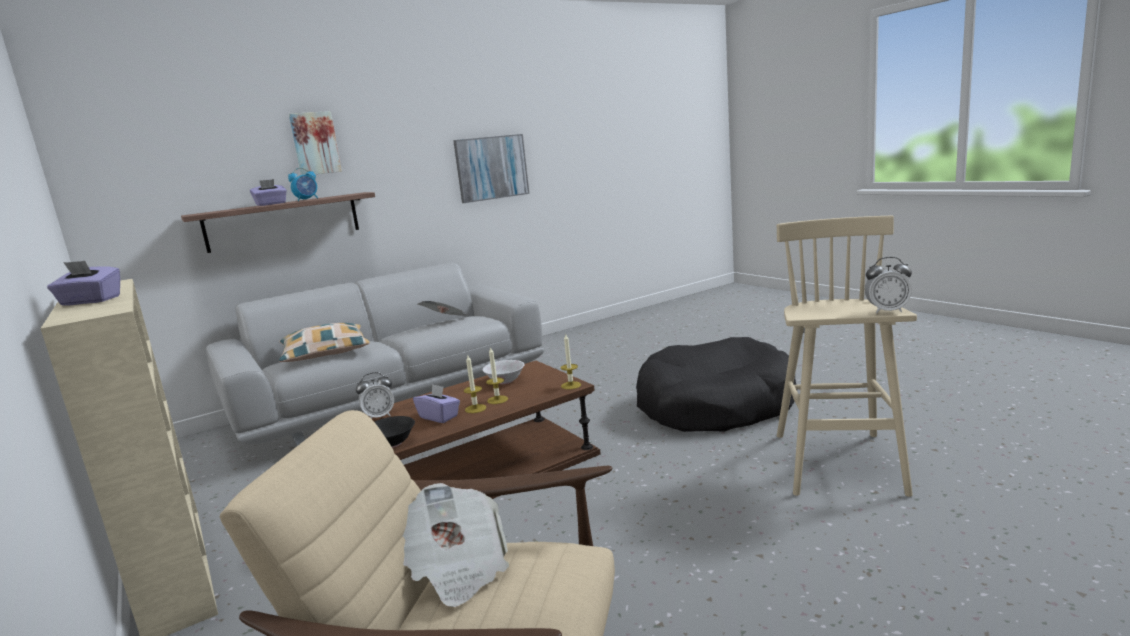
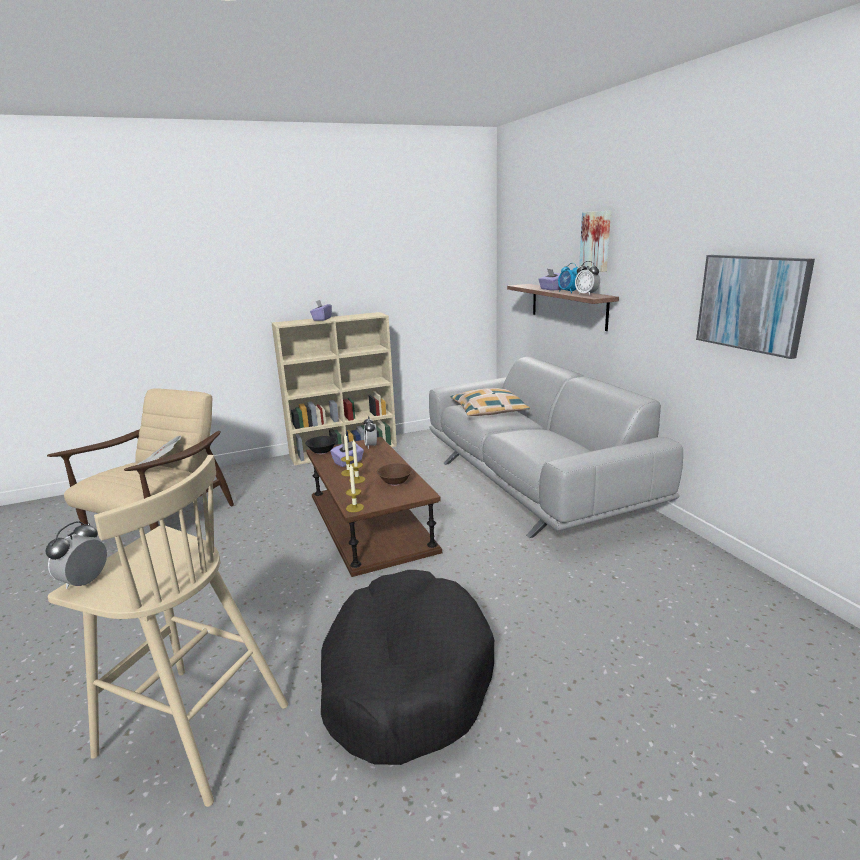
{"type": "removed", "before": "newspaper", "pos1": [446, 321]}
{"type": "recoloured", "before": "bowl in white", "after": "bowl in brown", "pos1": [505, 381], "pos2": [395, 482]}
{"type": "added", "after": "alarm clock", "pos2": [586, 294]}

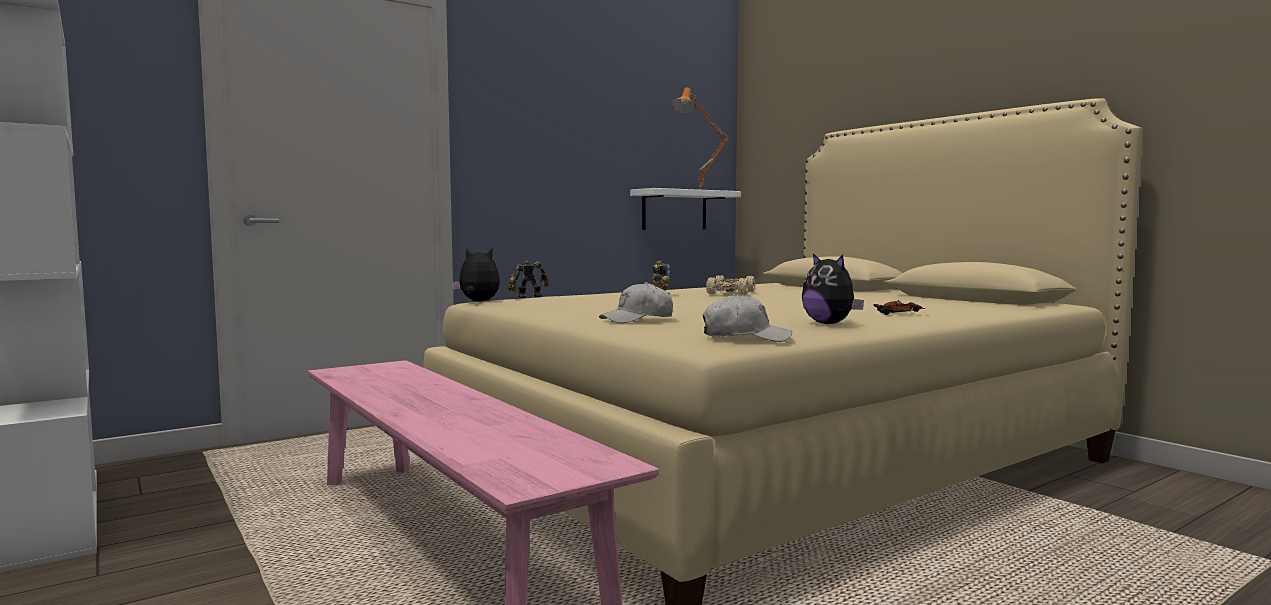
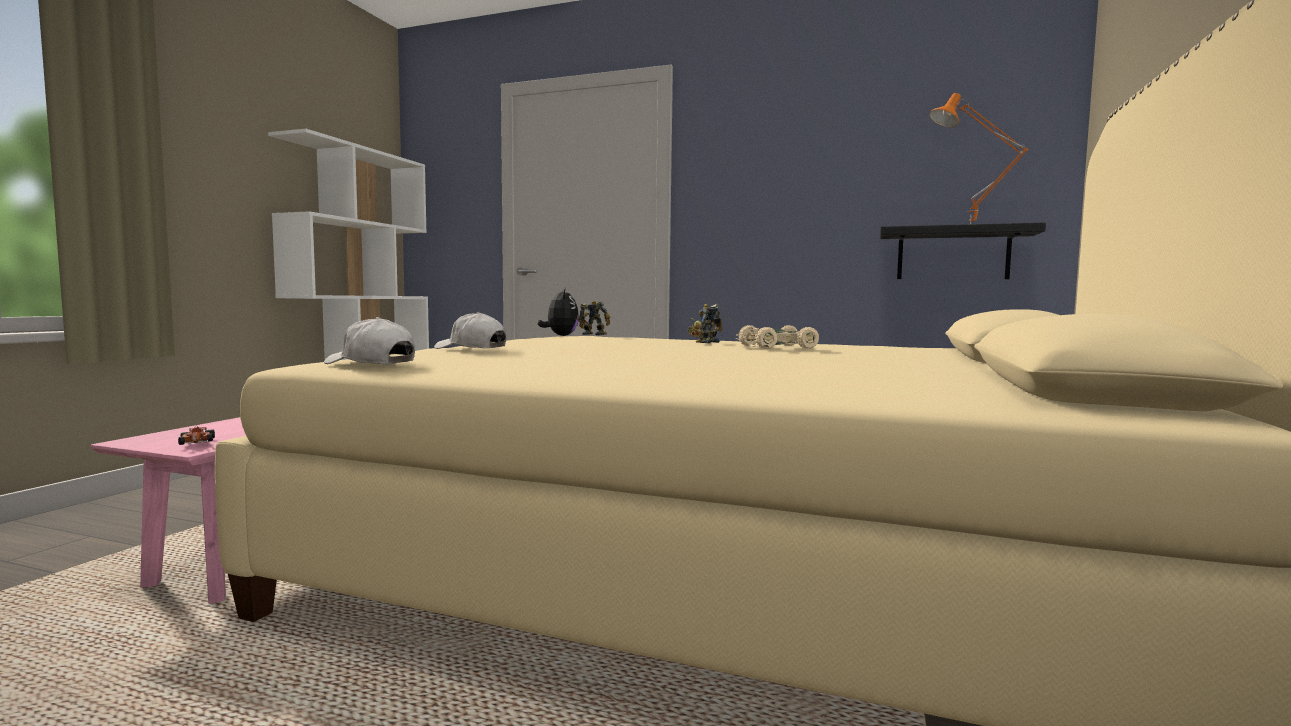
{"type": "recoloured", "before": "shelf in white", "after": "shelf in black", "pos1": [674, 210], "pos2": [953, 254]}
{"type": "removed", "before": "plush toy", "pos1": [829, 324]}
{"type": "turned", "before": "cap in white", "pos1": [745, 337], "pos2": [371, 364], "turn": 150}
{"type": "moved", "before": "toy car", "pos1": [899, 313], "pos2": [196, 444]}

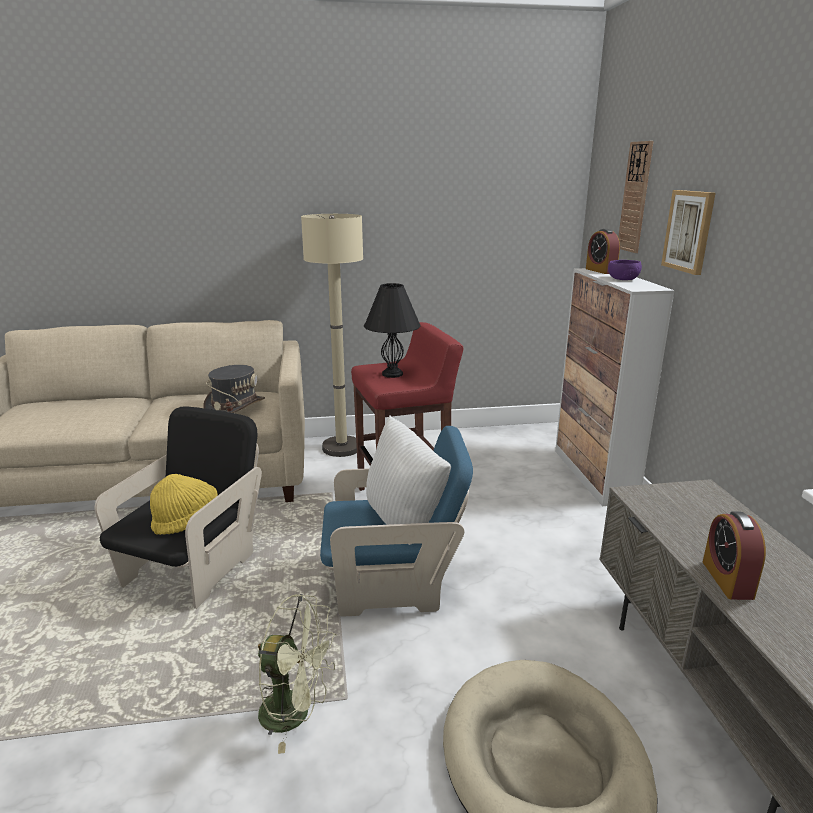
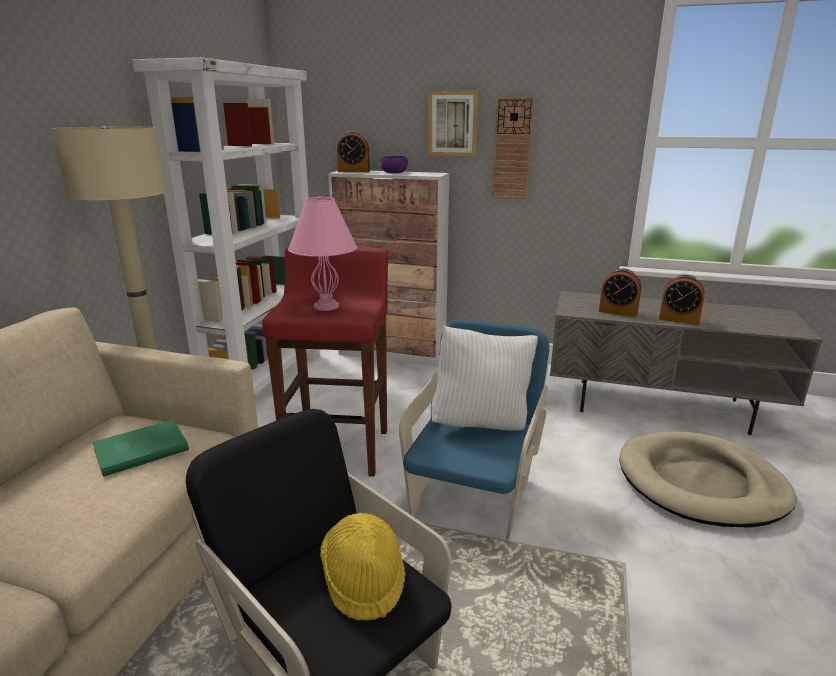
{"type": "moved", "before": "wall clock", "pos1": [635, 197], "pos2": [512, 149]}
{"type": "recoloured", "before": "table lamp in black", "after": "table lamp in pink", "pos1": [393, 374], "pos2": [327, 306]}
{"type": "replaced", "before": "hat in grey", "after": "book in green", "pos1": [235, 406], "pos2": [139, 449]}
{"type": "removed", "before": "fan in green", "pos1": [296, 713]}
{"type": "added", "after": "bookcase in white", "pos2": [265, 380]}
{"type": "added", "after": "alarm clock", "pos2": [618, 312]}

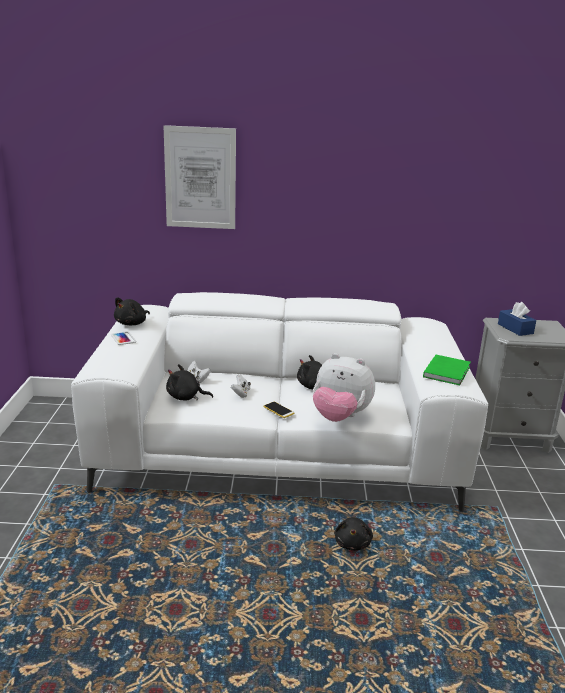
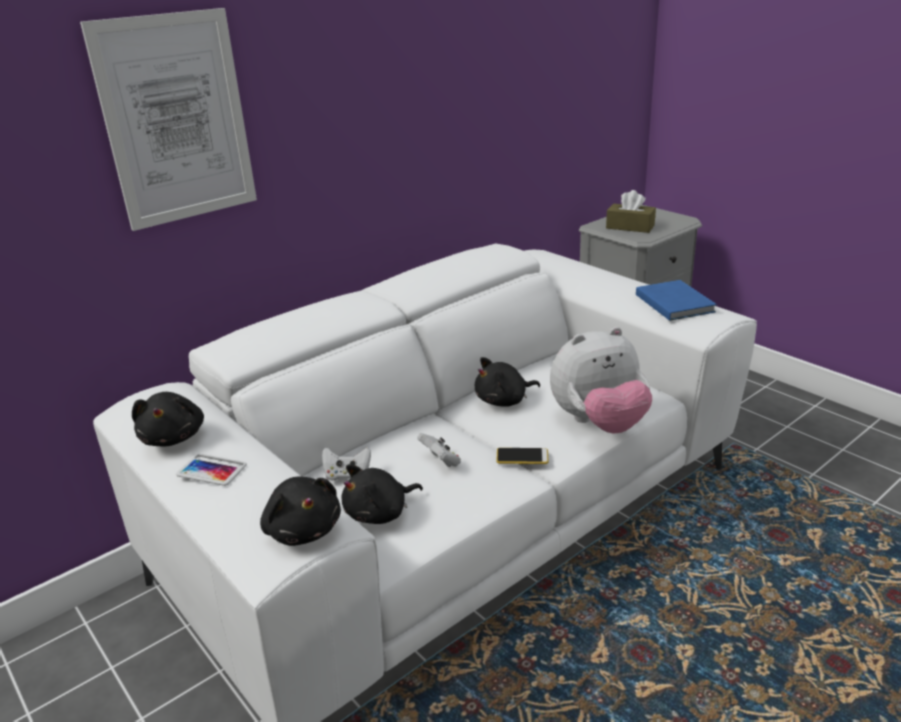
{"type": "recoloured", "before": "tissue box in blue", "after": "tissue box in brown", "pos1": [515, 329], "pos2": [630, 227]}
{"type": "recoloured", "before": "book in green", "after": "book in blue", "pos1": [448, 371], "pos2": [674, 302]}
{"type": "moved", "before": "plush toy in black", "pos1": [352, 543], "pos2": [303, 529]}

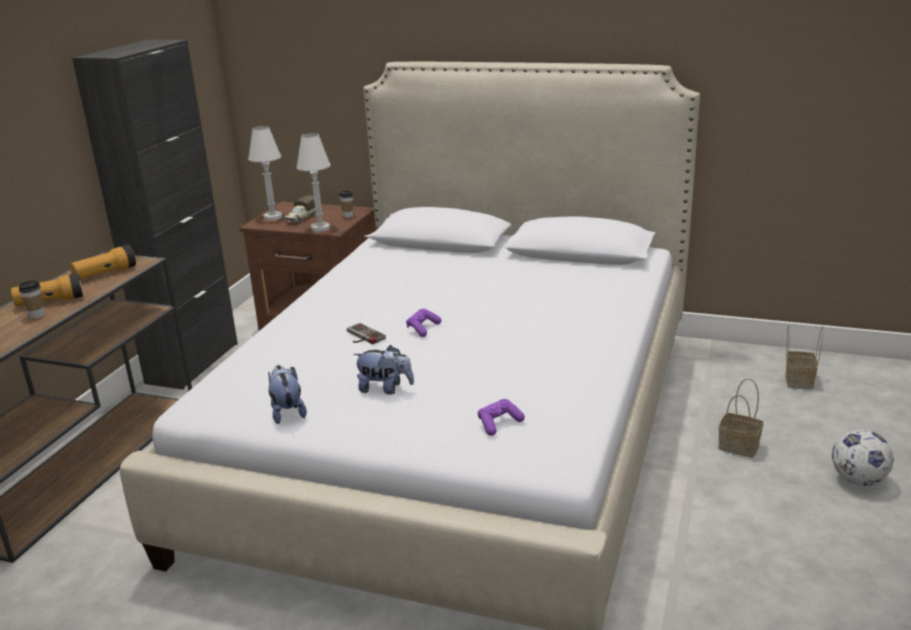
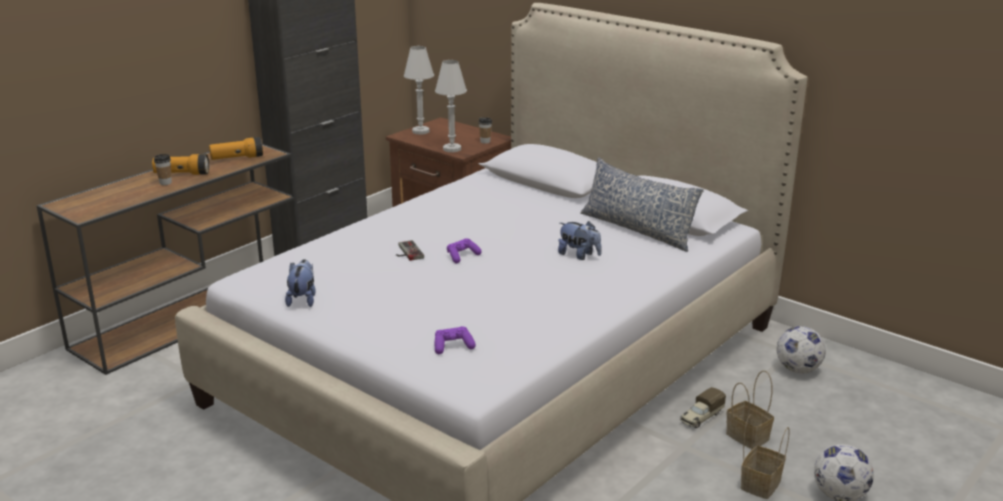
{"type": "moved", "before": "toy truck", "pos1": [301, 218], "pos2": [701, 417]}
{"type": "moved", "before": "basket", "pos1": [798, 380], "pos2": [760, 483]}
{"type": "moved", "before": "plush toy", "pos1": [385, 389], "pos2": [579, 255]}
{"type": "added", "after": "pillow", "pos2": [637, 229]}
{"type": "added", "after": "football", "pos2": [798, 369]}

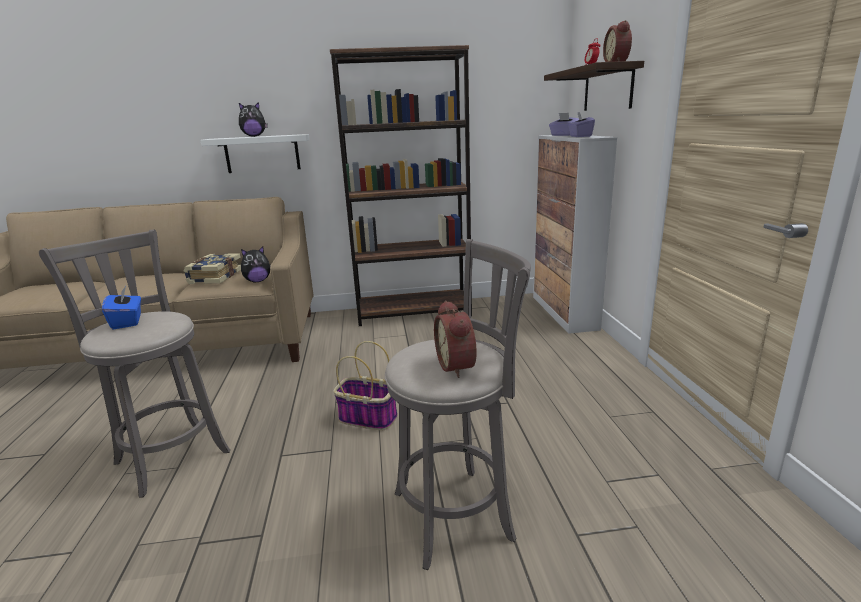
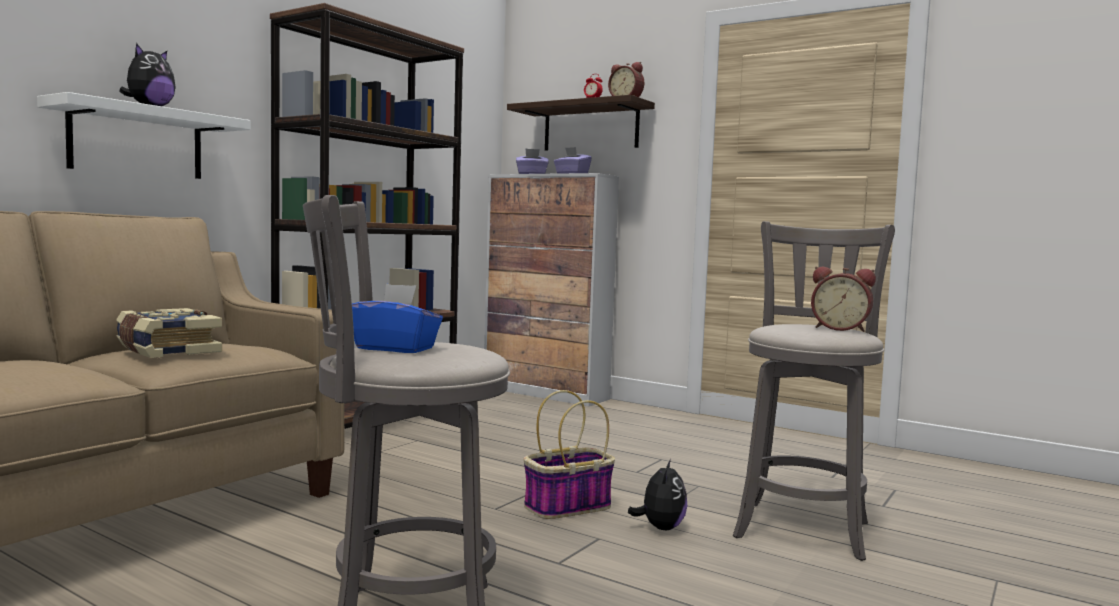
{"type": "moved", "before": "plush toy", "pos1": [257, 281], "pos2": [660, 528]}

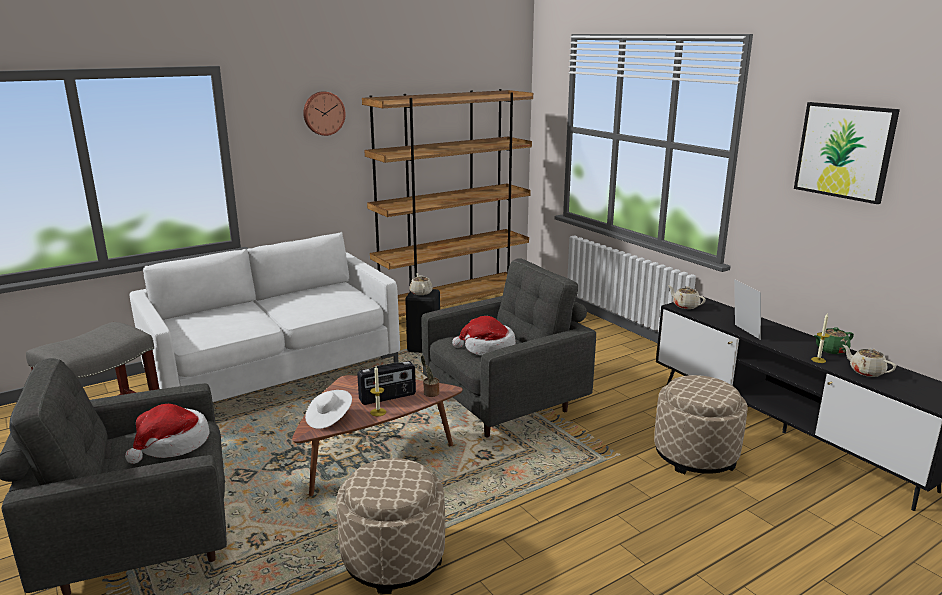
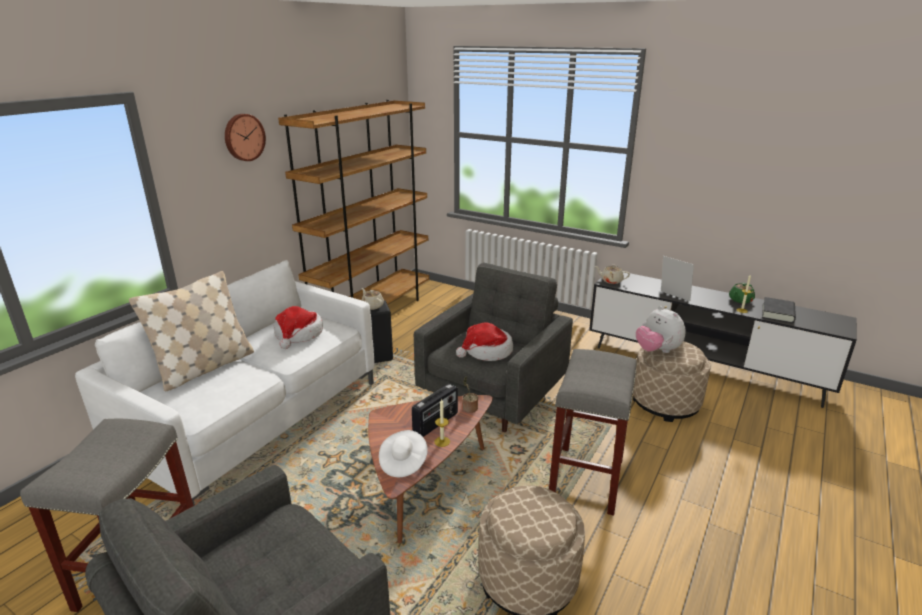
{"type": "removed", "before": "picture", "pos1": [844, 151]}
{"type": "replaced", "before": "teapot in beige", "after": "book in black", "pos1": [865, 371], "pos2": [777, 313]}
{"type": "moved", "before": "hat", "pos1": [172, 444], "pos2": [298, 335]}
{"type": "added", "after": "pillow in beige", "pos2": [205, 367]}
{"type": "added", "after": "plush toy", "pos2": [657, 351]}
{"type": "added", "after": "stool in grey", "pos2": [587, 480]}

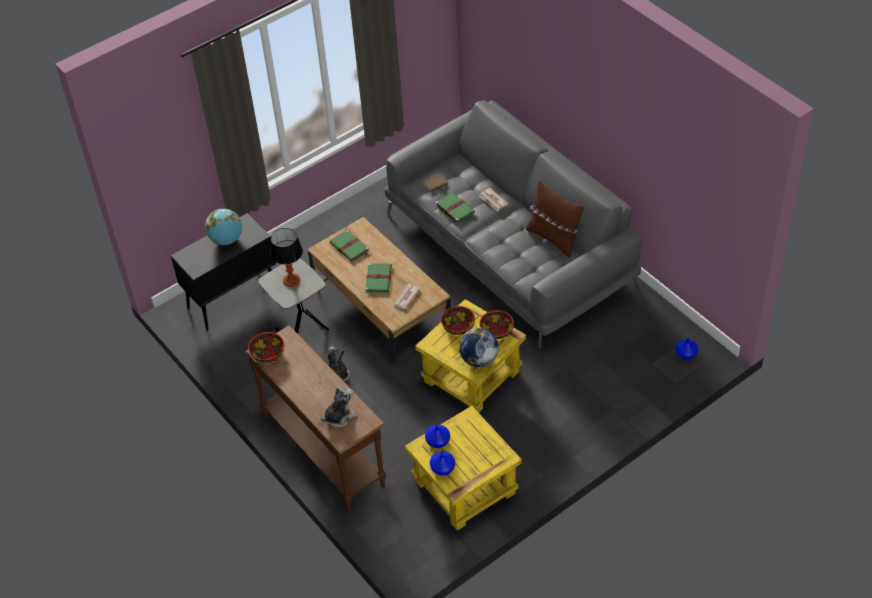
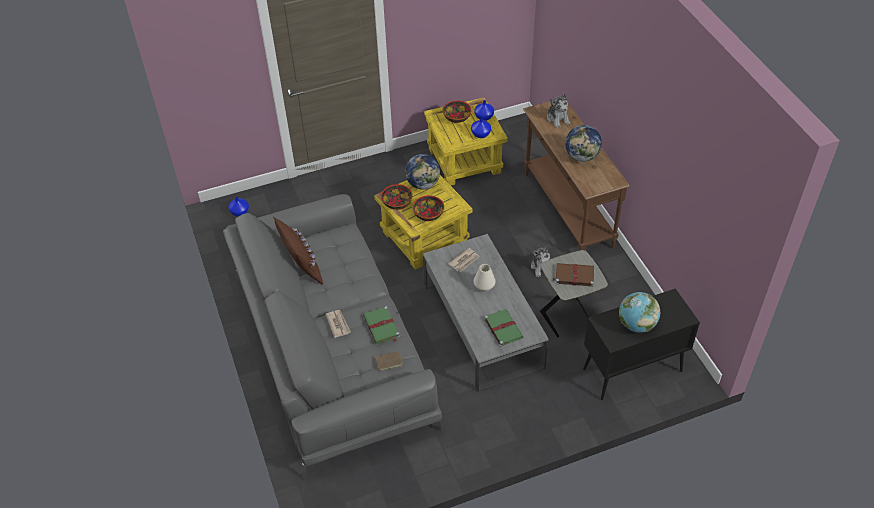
{"type": "recoloured", "before": "coffee table in brown", "after": "coffee table in grey", "pos1": [381, 304], "pos2": [482, 324]}
{"type": "replaced", "before": "table lamp", "after": "book in brown", "pos1": [291, 280], "pos2": [573, 276]}
{"type": "replaced", "before": "book in green", "after": "vase in white", "pos1": [378, 278], "pos2": [484, 286]}
{"type": "moved", "before": "bowl", "pos1": [268, 354], "pos2": [457, 117]}
{"type": "turned", "before": "plush toy", "pos1": [339, 416], "pos2": [558, 118], "turn": -90}
{"type": "added", "after": "globe", "pos2": [582, 156]}

